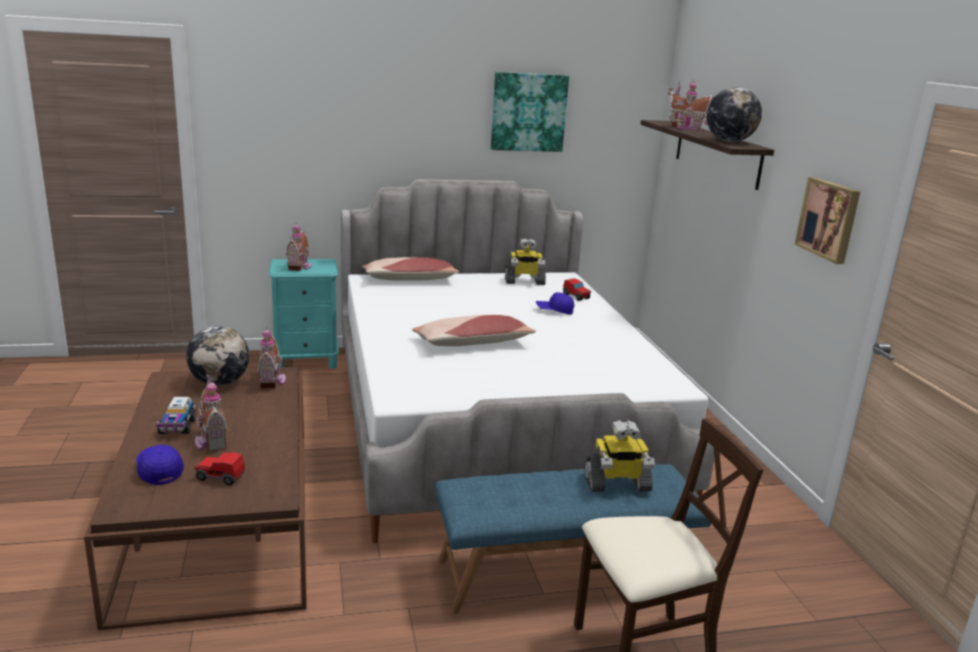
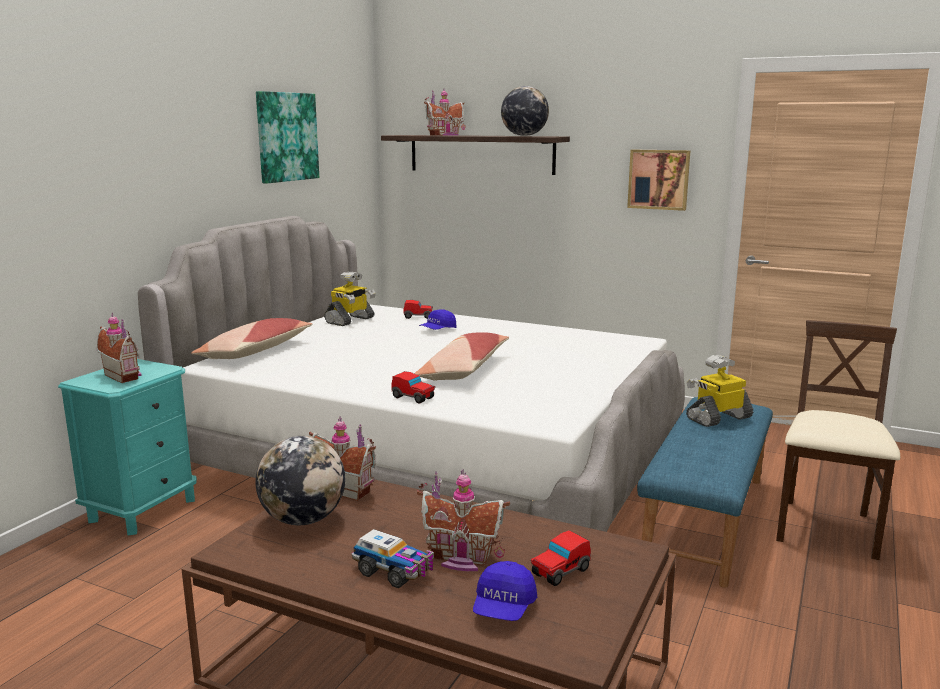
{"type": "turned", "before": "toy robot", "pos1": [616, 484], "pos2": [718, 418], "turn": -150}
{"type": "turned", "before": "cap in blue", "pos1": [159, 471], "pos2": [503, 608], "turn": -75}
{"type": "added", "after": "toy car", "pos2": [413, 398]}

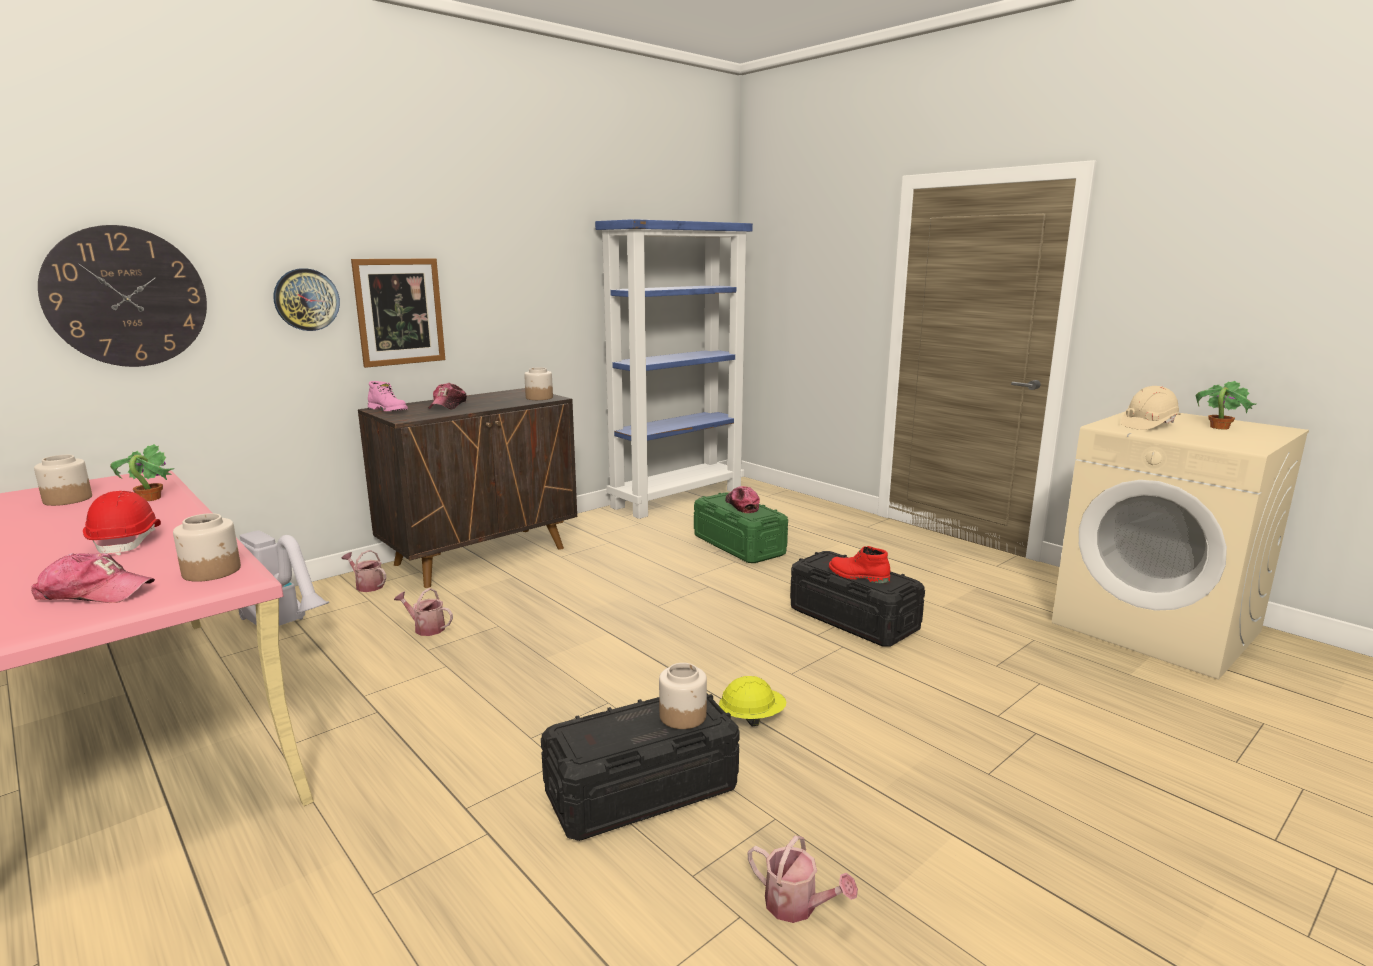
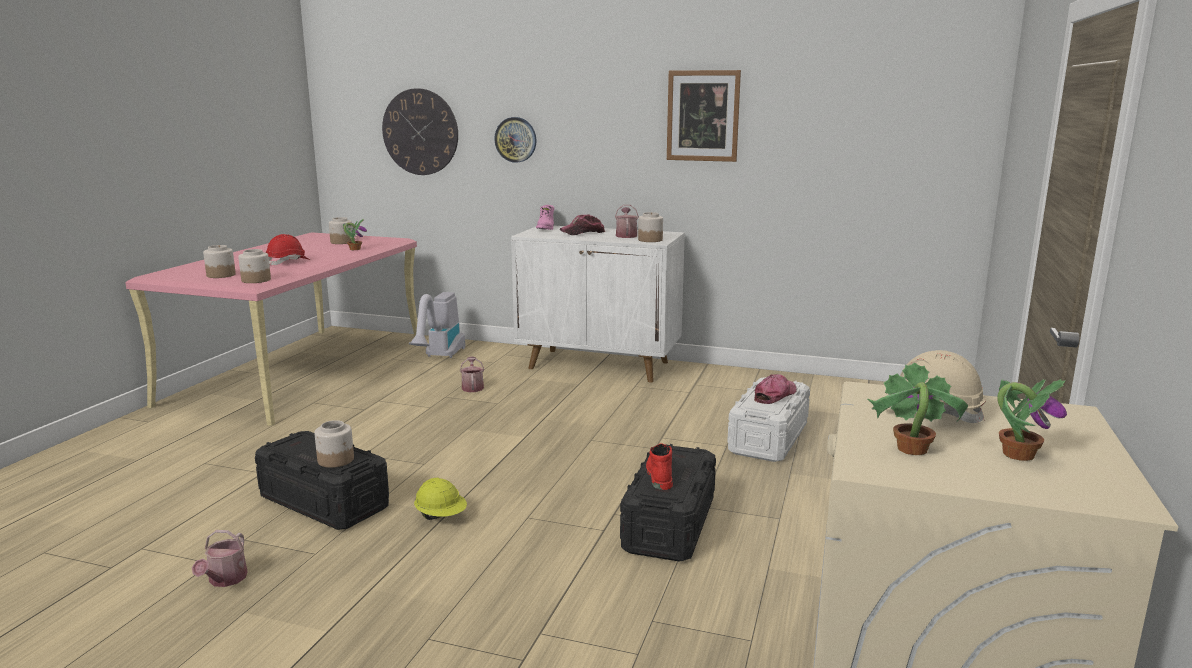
{"type": "removed", "before": "bookcase in blue", "pos1": [677, 498]}
{"type": "moved", "before": "picture", "pos1": [399, 312], "pos2": [703, 116]}
{"type": "recoloured", "before": "cabinet in brown", "after": "cabinet in white", "pos1": [482, 556], "pos2": [600, 365]}
{"type": "recoloured", "before": "storage box in green", "after": "storage box in white", "pos1": [738, 545], "pos2": [768, 438]}
{"type": "moved", "before": "watering can", "pos1": [367, 585], "pos2": [626, 235]}
{"type": "replaced", "before": "cap", "after": "jar", "pos1": [94, 593], "pos2": [221, 275]}
{"type": "added", "after": "potted plant", "pos2": [911, 449]}

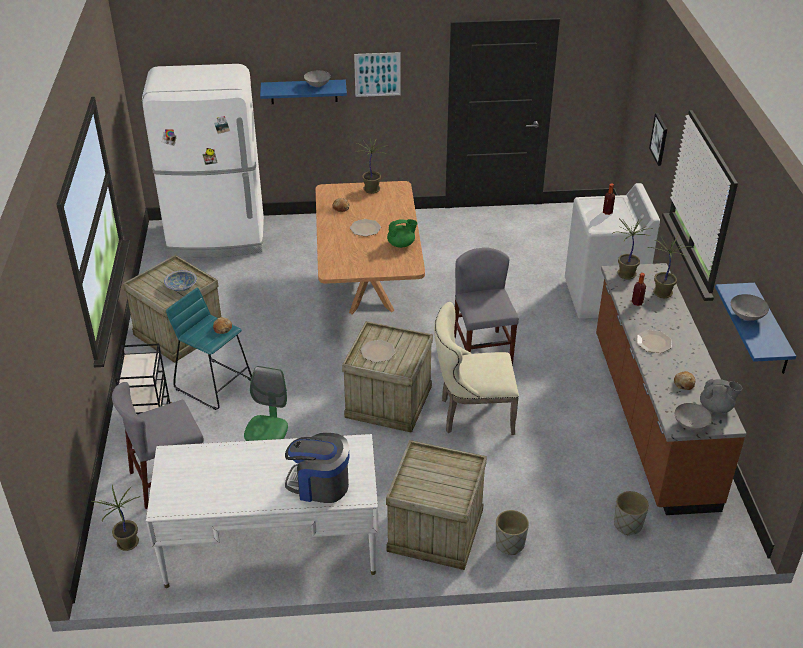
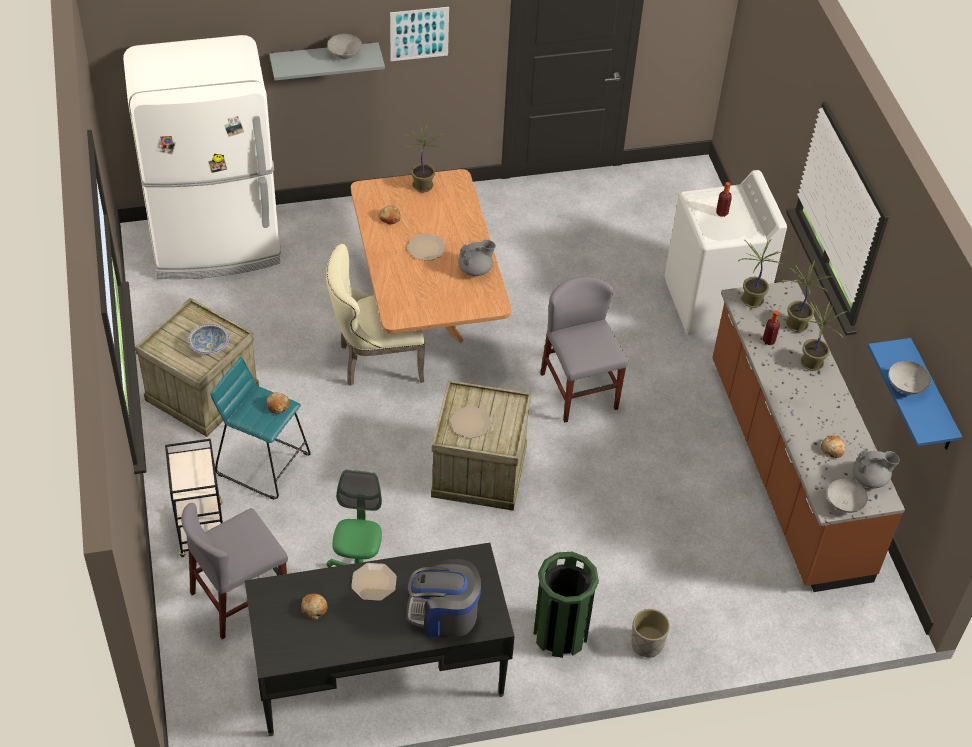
{"type": "recoloured", "before": "shelf in blue", "after": "shelf in grey", "pos1": [304, 91], "pos2": [324, 60]}
{"type": "removed", "before": "picture", "pos1": [659, 139]}
{"type": "recoloured", "before": "teapot in green", "after": "teapot in grey", "pos1": [401, 244], "pos2": [475, 269]}
{"type": "moved", "before": "chair in beige", "pos1": [472, 414], "pos2": [375, 361]}
{"type": "moved", "before": "plate", "pos1": [653, 342], "pos2": [374, 582]}
{"type": "recoloured", "before": "desk in white", "after": "desk in black", "pos1": [271, 545], "pos2": [379, 671]}
{"type": "replaced", "before": "crate", "after": "trash can in green", "pos1": [434, 529], "pos2": [560, 633]}
{"type": "moved", "before": "potted plant", "pos1": [128, 544], "pos2": [812, 364]}
{"type": "removed", "before": "planter in grey", "pos1": [628, 525]}
{"type": "added", "after": "bread", "pos2": [314, 608]}

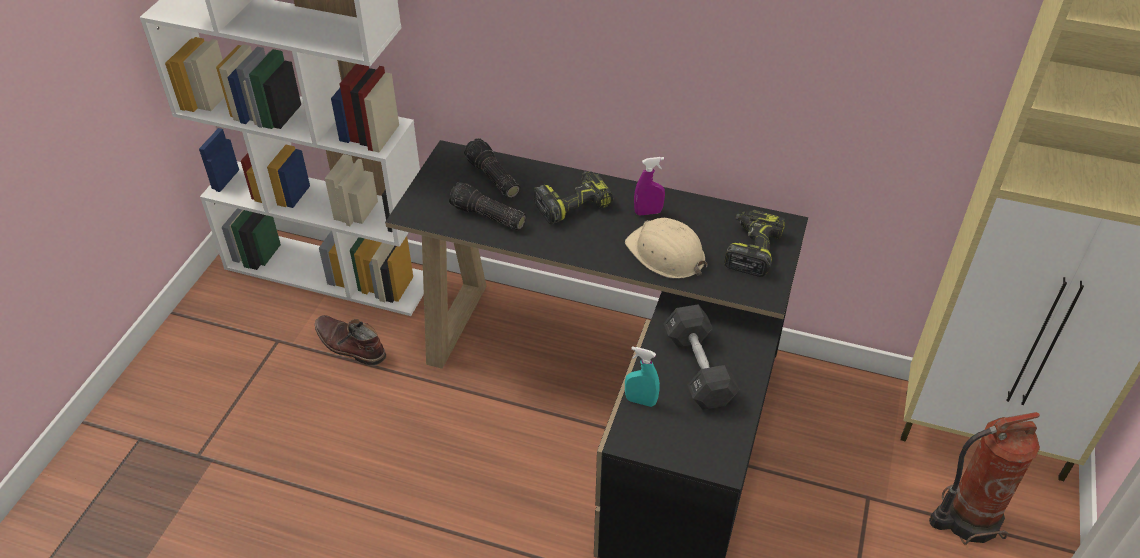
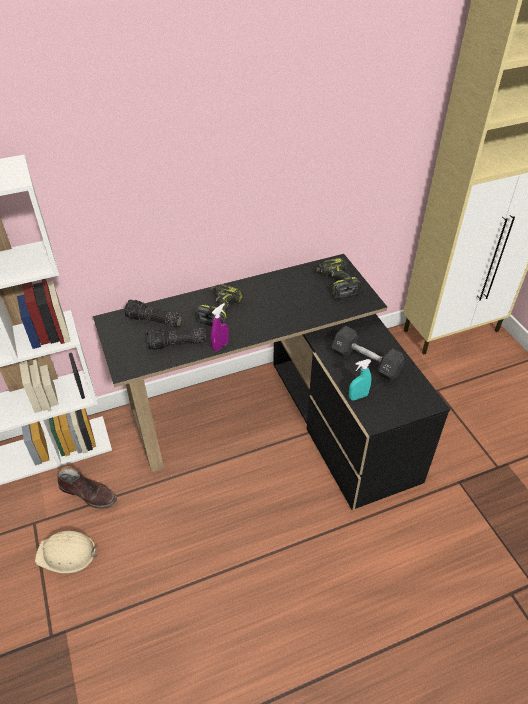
{"type": "moved", "before": "spray bottle in purple", "pos1": [648, 212], "pos2": [220, 346]}
{"type": "moved", "before": "hard hat in beige", "pos1": [666, 254], "pos2": [67, 554]}
{"type": "turned", "before": "boot in brown", "pos1": [349, 345], "pos2": [89, 493], "turn": -150}
{"type": "removed", "before": "fire extinguisher", "pos1": [966, 518]}

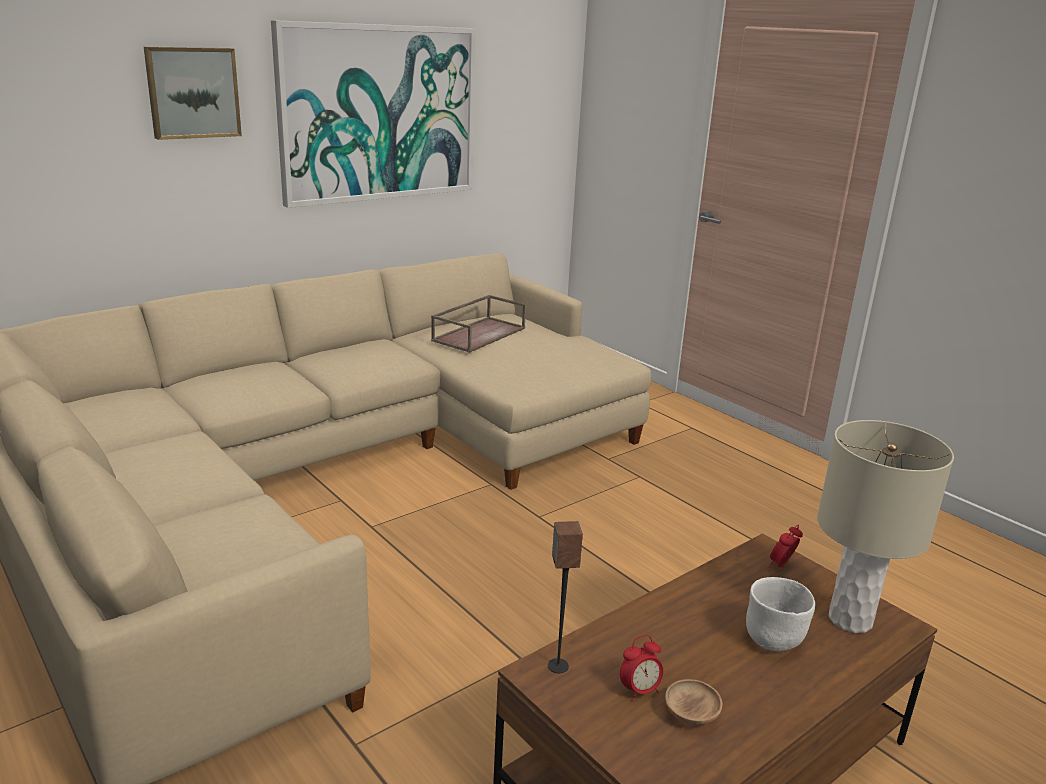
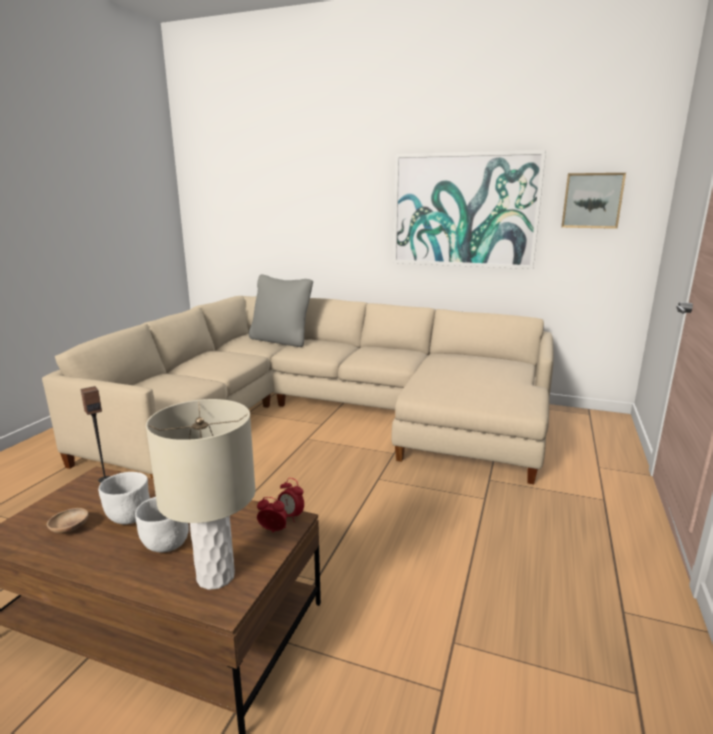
{"type": "moved", "before": "picture", "pos1": [192, 92], "pos2": [592, 200]}
{"type": "removed", "before": "tray in brown", "pos1": [479, 334]}
{"type": "moved", "before": "alarm clock", "pos1": [639, 690], "pos2": [291, 516]}
{"type": "added", "after": "pillow in grey", "pos2": [281, 340]}
{"type": "added", "after": "bowl in white", "pos2": [128, 518]}

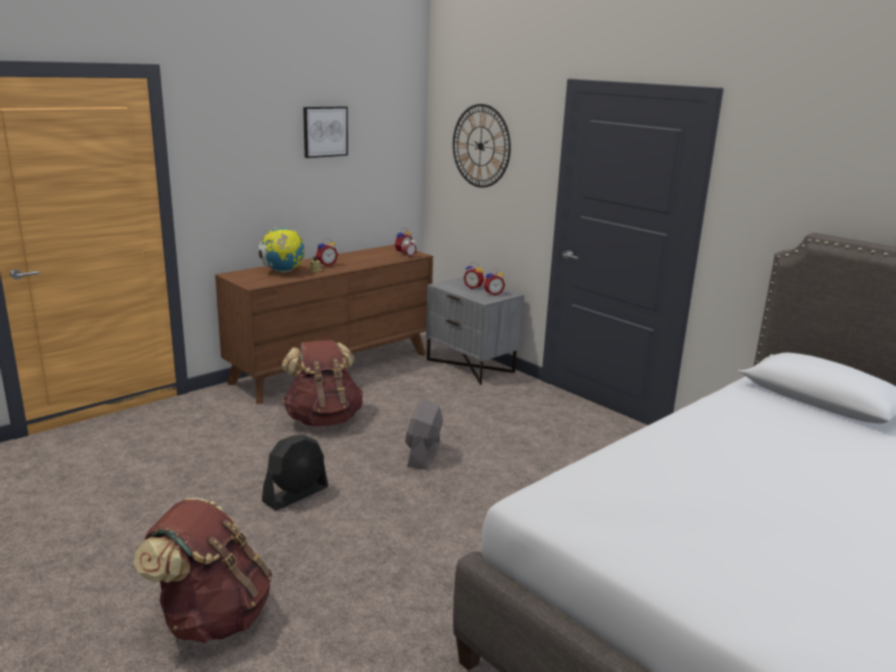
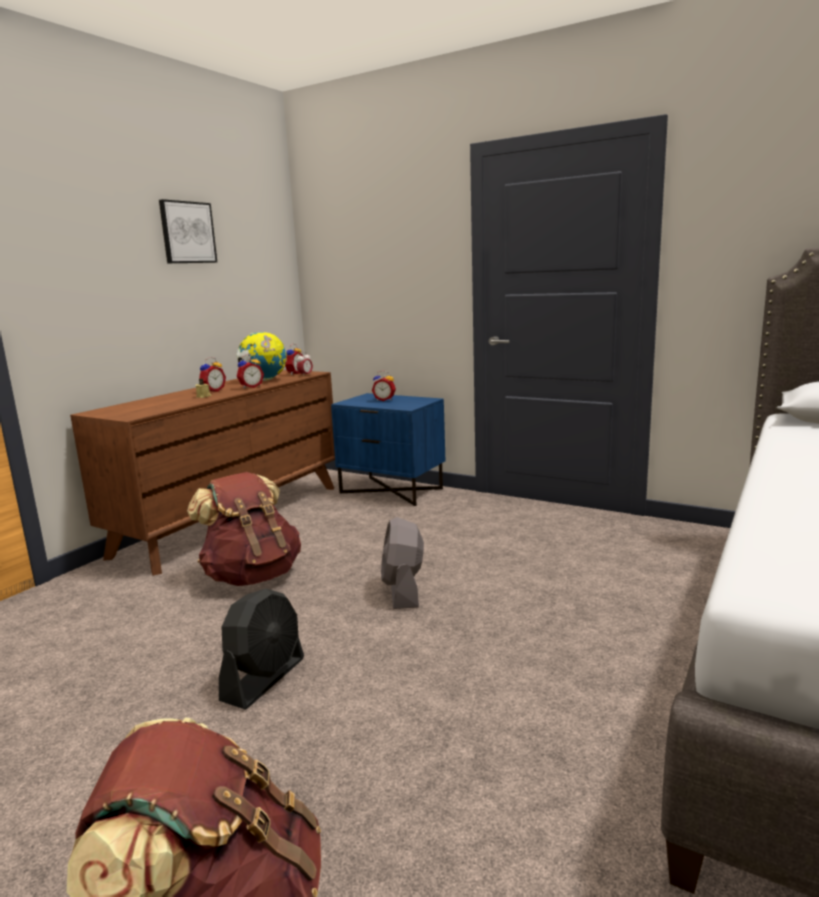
{"type": "removed", "before": "wall clock", "pos1": [481, 146]}
{"type": "moved", "before": "globe", "pos1": [283, 271], "pos2": [264, 380]}
{"type": "moved", "before": "alarm clock", "pos1": [493, 294], "pos2": [250, 387]}
{"type": "recoloured", "before": "nightstand in grey", "after": "nightstand in blue", "pos1": [471, 366], "pos2": [392, 490]}

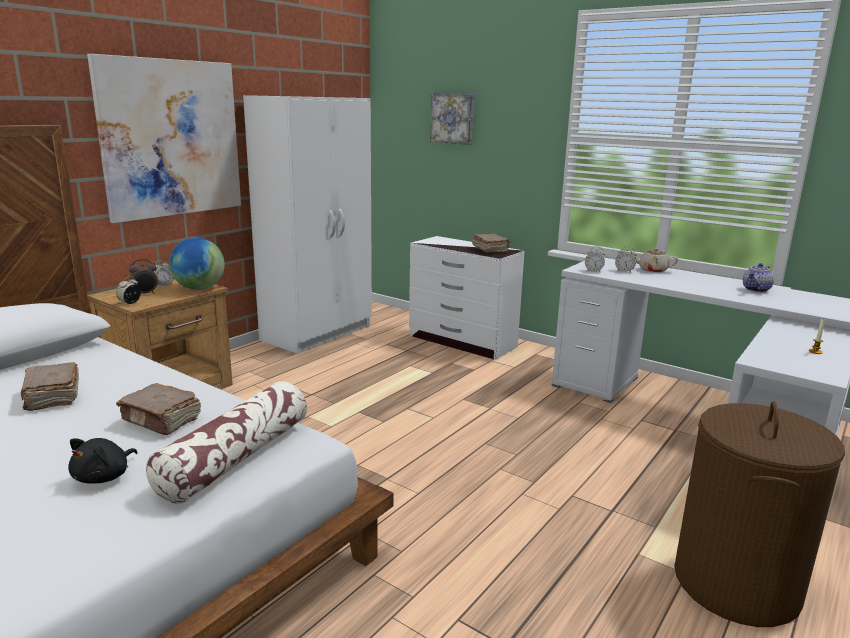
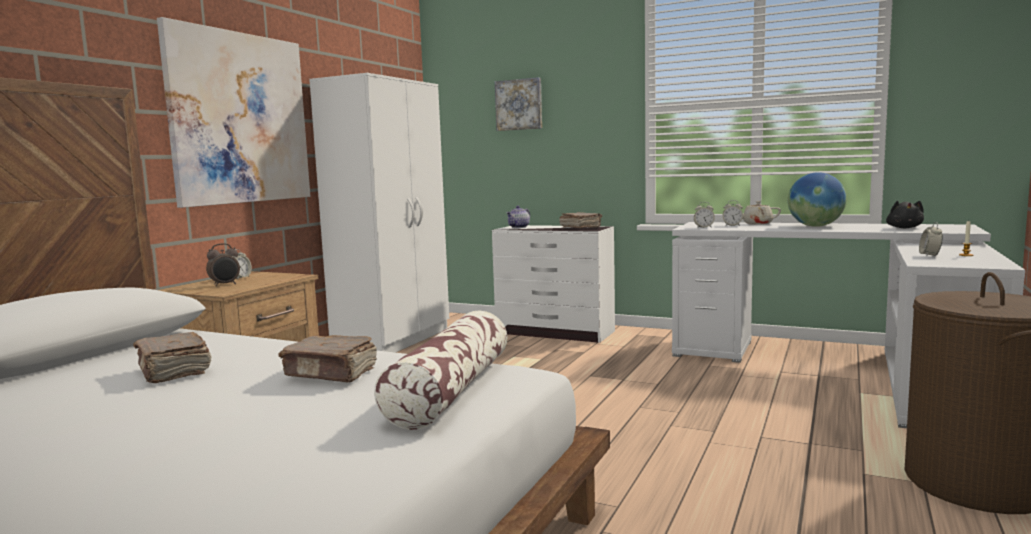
{"type": "moved", "before": "globe", "pos1": [199, 288], "pos2": [815, 226]}
{"type": "moved", "before": "teapot", "pos1": [756, 290], "pos2": [519, 227]}
{"type": "moved", "before": "alarm clock", "pos1": [130, 303], "pos2": [929, 255]}
{"type": "moved", "before": "plush toy in black", "pos1": [104, 477], "pos2": [904, 228]}

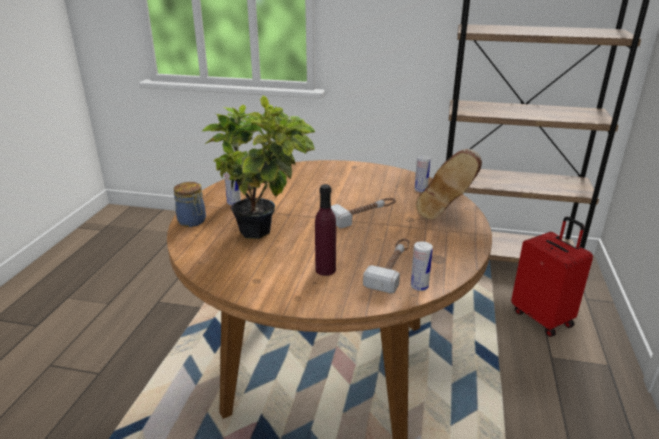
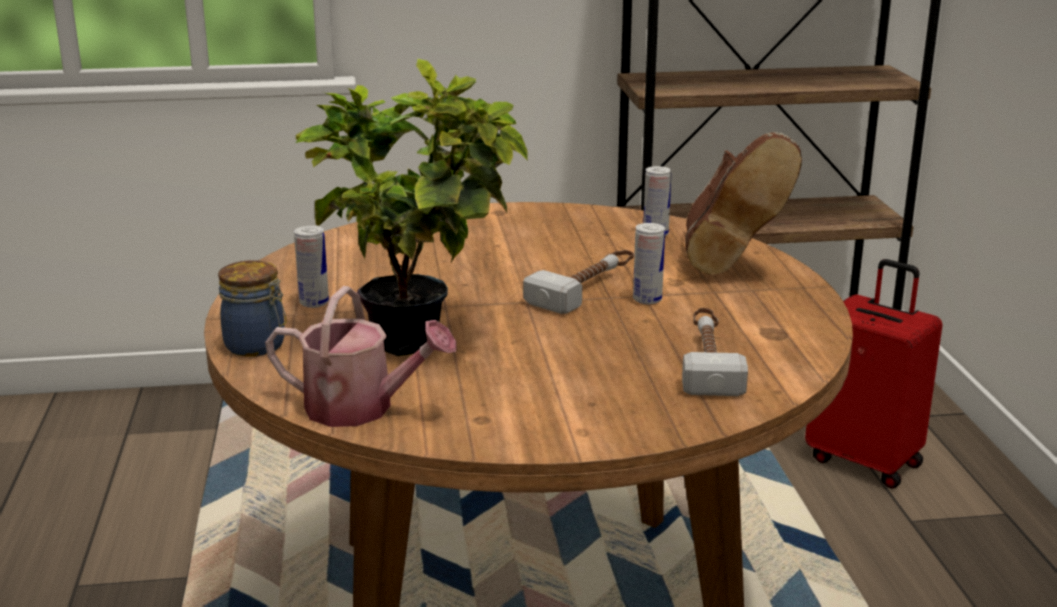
{"type": "removed", "before": "bottle in purple", "pos1": [325, 269]}
{"type": "moved", "before": "can", "pos1": [419, 286], "pos2": [647, 300]}
{"type": "added", "after": "watering can", "pos2": [361, 408]}

